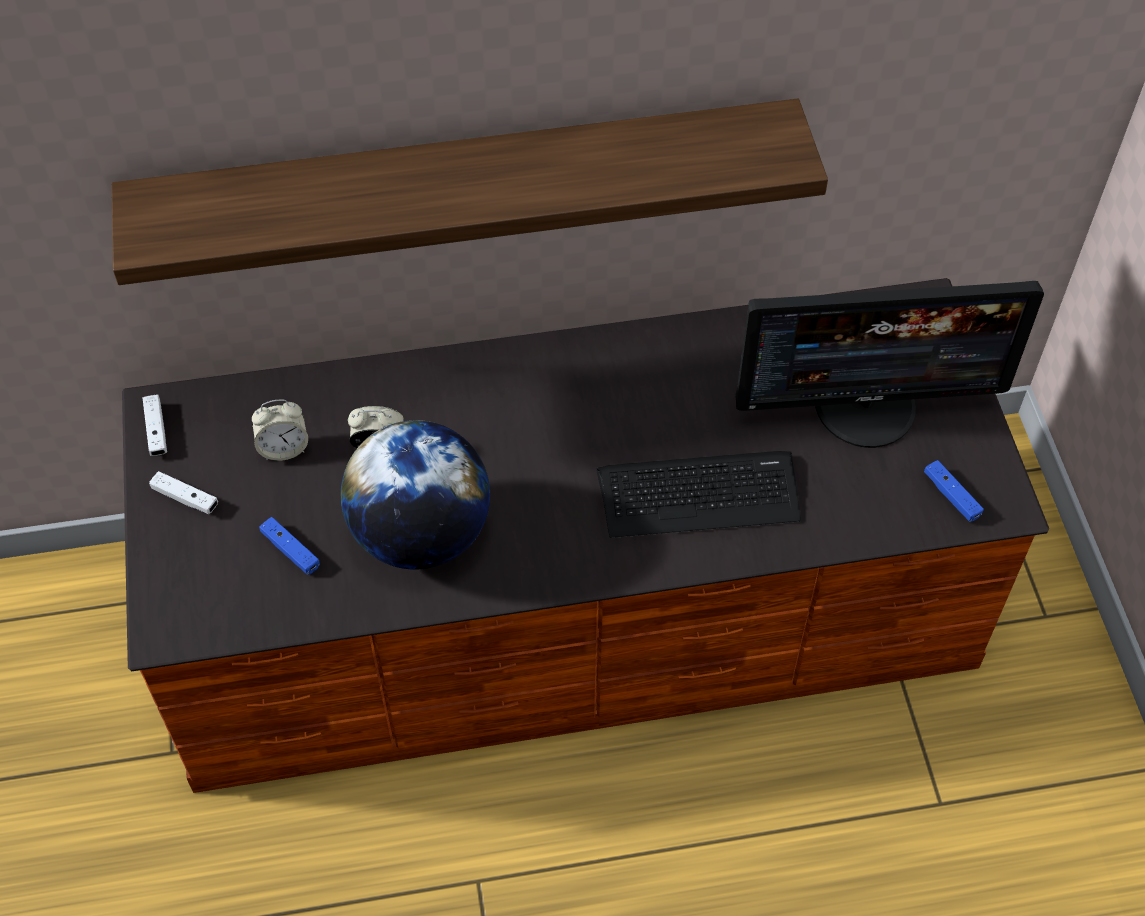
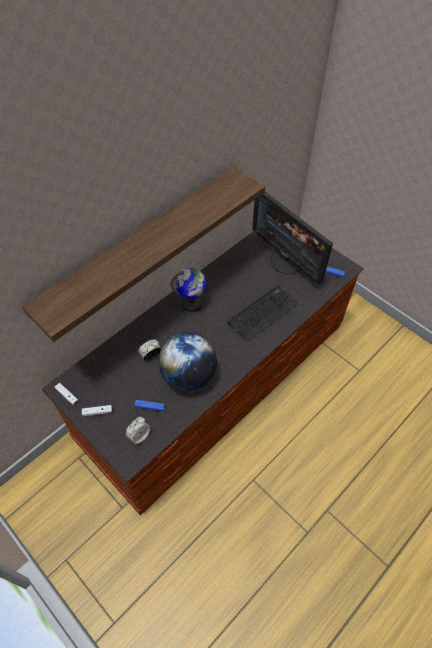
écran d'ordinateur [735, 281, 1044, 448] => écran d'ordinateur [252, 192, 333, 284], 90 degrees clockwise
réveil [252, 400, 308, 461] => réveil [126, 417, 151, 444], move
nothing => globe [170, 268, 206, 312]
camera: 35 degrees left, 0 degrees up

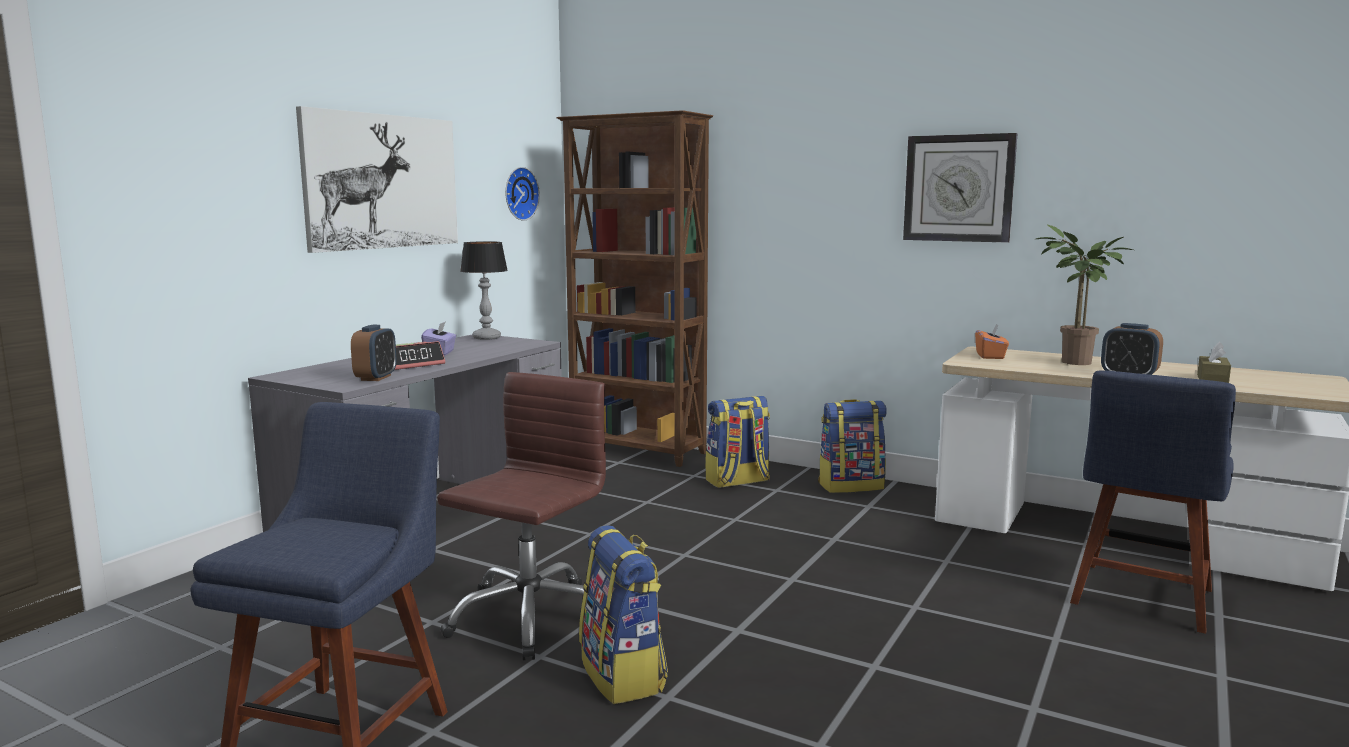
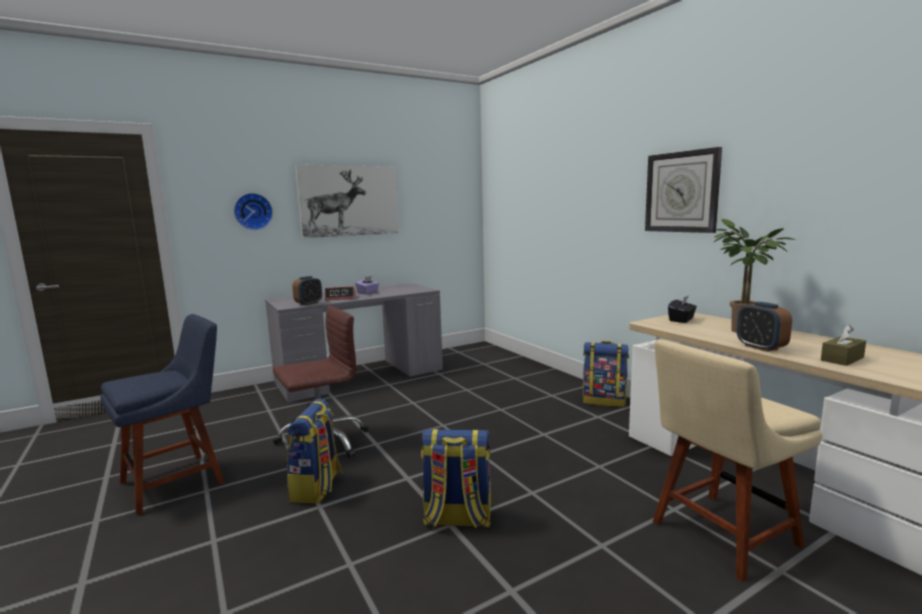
bibliothèque/marron [556, 110, 713, 467] => nothing
horloge murale [505, 167, 540, 221] => horloge murale [234, 193, 273, 230], move
lampe de table [460, 241, 508, 340] => nothing
boîte à mouchoirs/orange [975, 323, 1009, 359] => boîte à mouchoirs/noir [668, 296, 697, 323]
chaise/bleu [1070, 370, 1236, 634] => chaise/beige [653, 340, 822, 582]
sac à dos [706, 396, 770, 488] => sac à dos [421, 429, 491, 528], move
camera: 30 degrees right, 0 degrees up

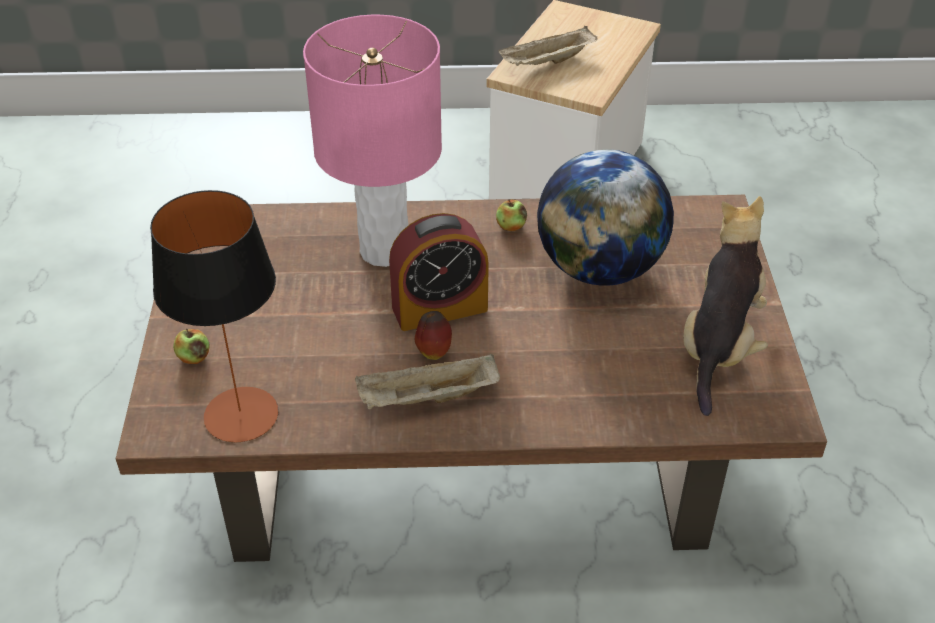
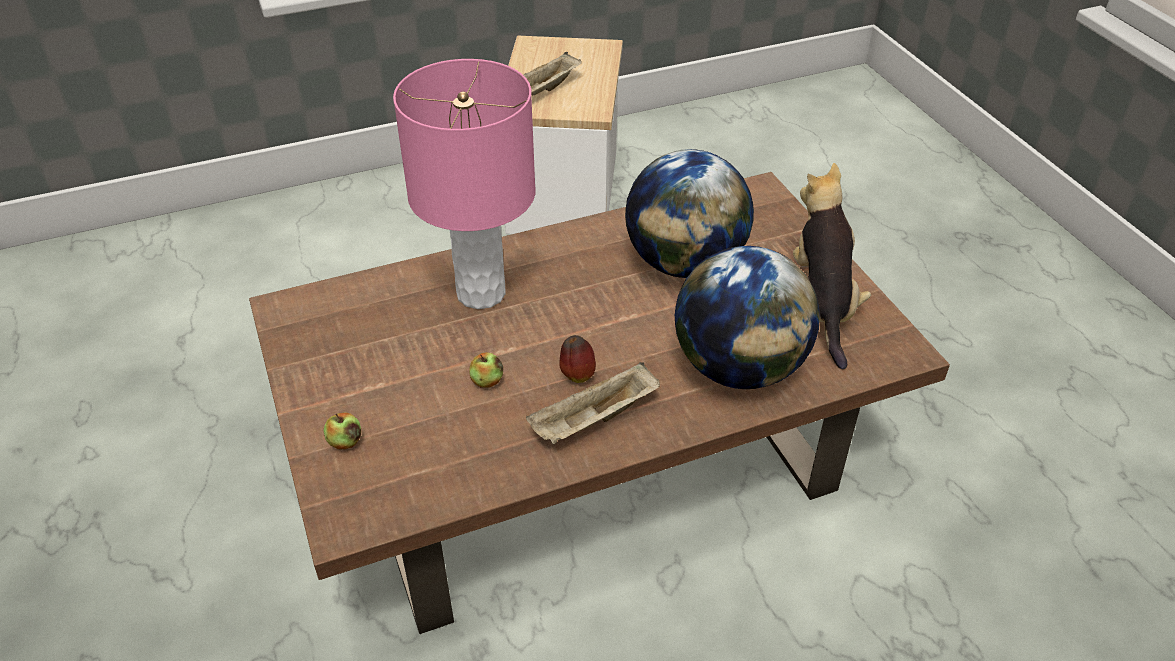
lampe de table [150, 190, 279, 442] => nothing
pomme [496, 199, 527, 232] => pomme [469, 352, 503, 388], move
réveil [389, 213, 489, 331] => nothing
nothing => globe [675, 246, 820, 389]
camera: 20 degrees left, 0 degrees up

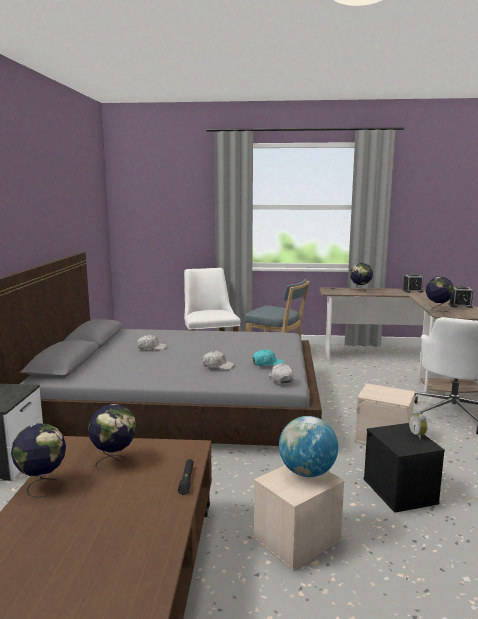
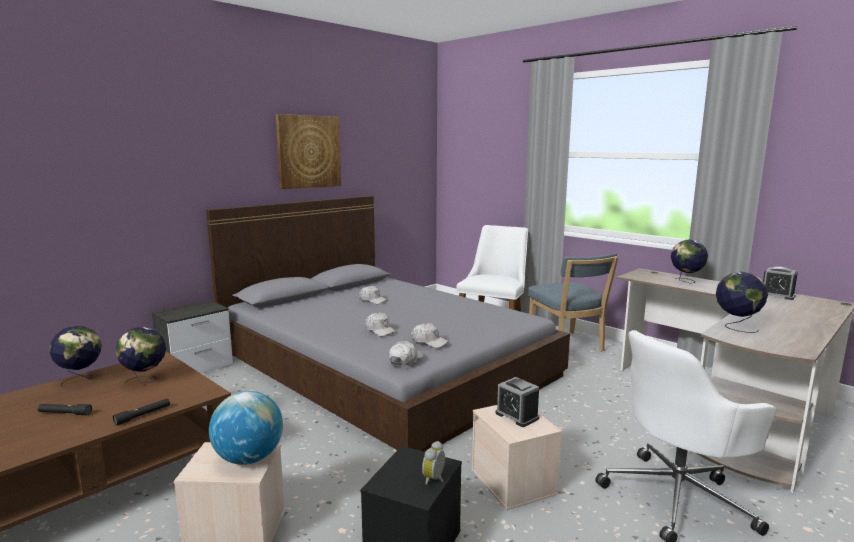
réveil [449, 286, 473, 308] => réveil [496, 377, 539, 427], move
casquette/turquoise [252, 349, 284, 366] => casquette/blanc [411, 323, 449, 348]
nothing => tableau [276, 114, 341, 189]
nothing => lampe de poche/noir [38, 404, 92, 415]
camera: 40 degrees right, 0 degrees up

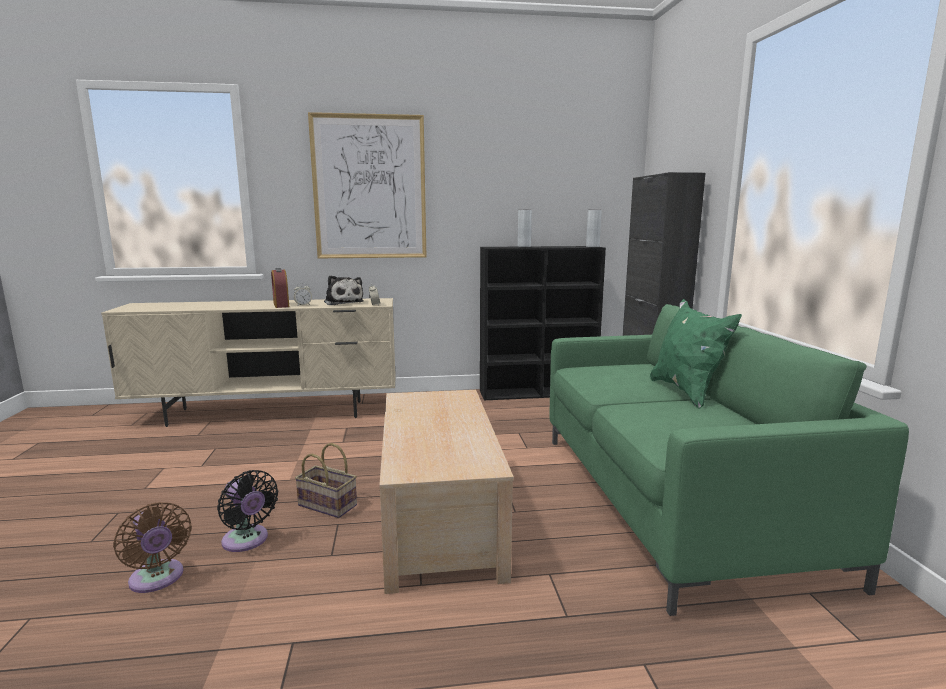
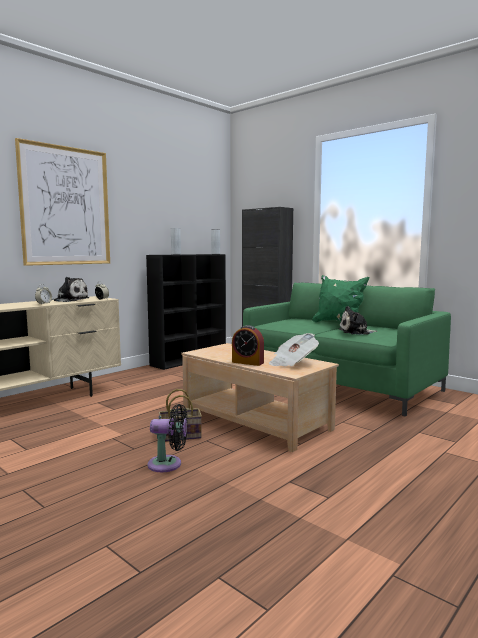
réveil [271, 268, 289, 308] => réveil [232, 325, 264, 366], move
ventilateur/marron [113, 502, 192, 593] => nothing
nothing => peluche [339, 306, 377, 334]
nothing => journal [269, 333, 319, 366]
camera: 40 degrees left, 5 degrees down

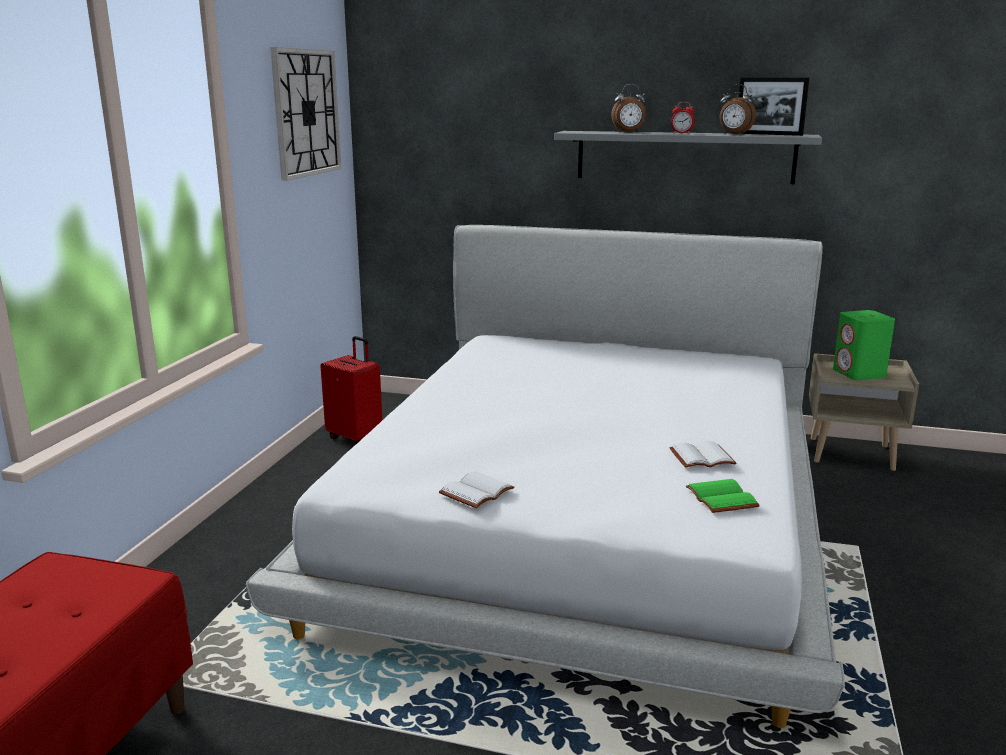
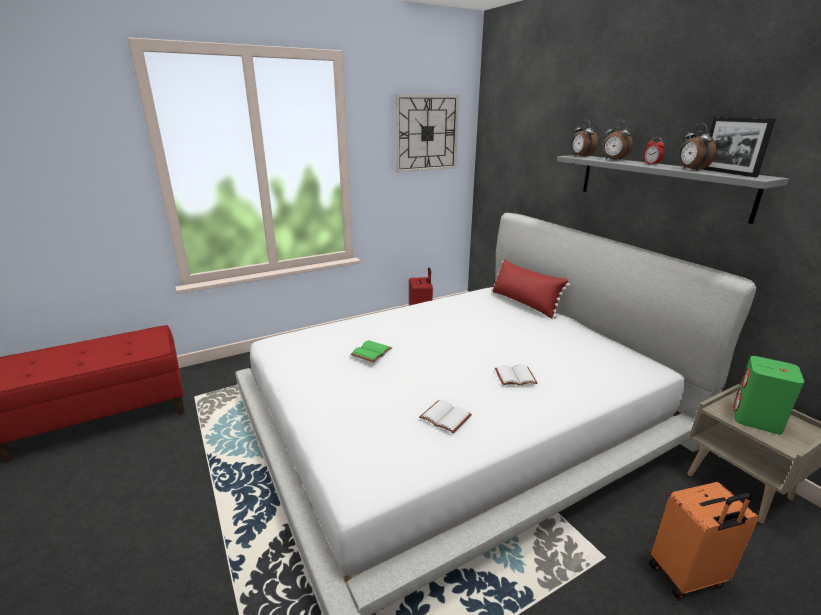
livre/blanc [439, 471, 514, 508] => livre/blanc [495, 365, 538, 385], move
livre/vert [686, 479, 760, 513] => livre/vert [351, 340, 392, 362], move
nothing => réveil [571, 120, 598, 158]
nothing => coussin/rouge [492, 259, 570, 319]
nothing => valise/orange [649, 482, 759, 599]
camera: 45 degrees right, 5 degrees up

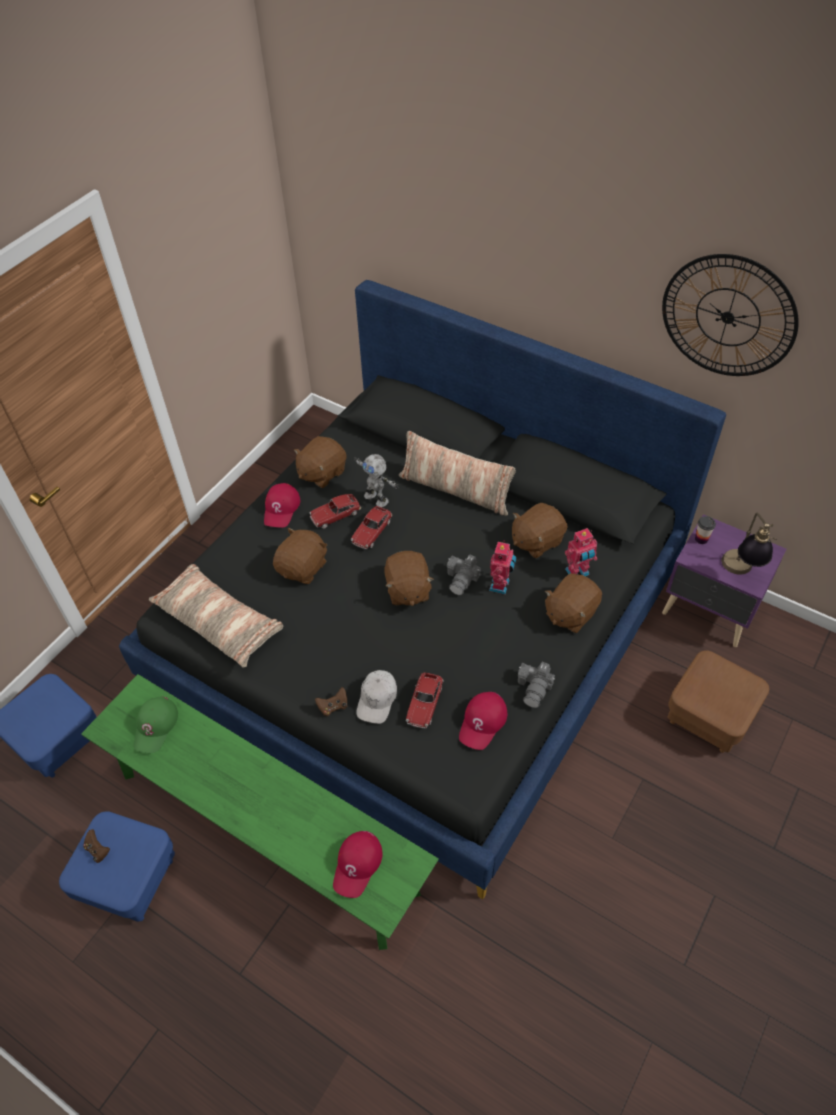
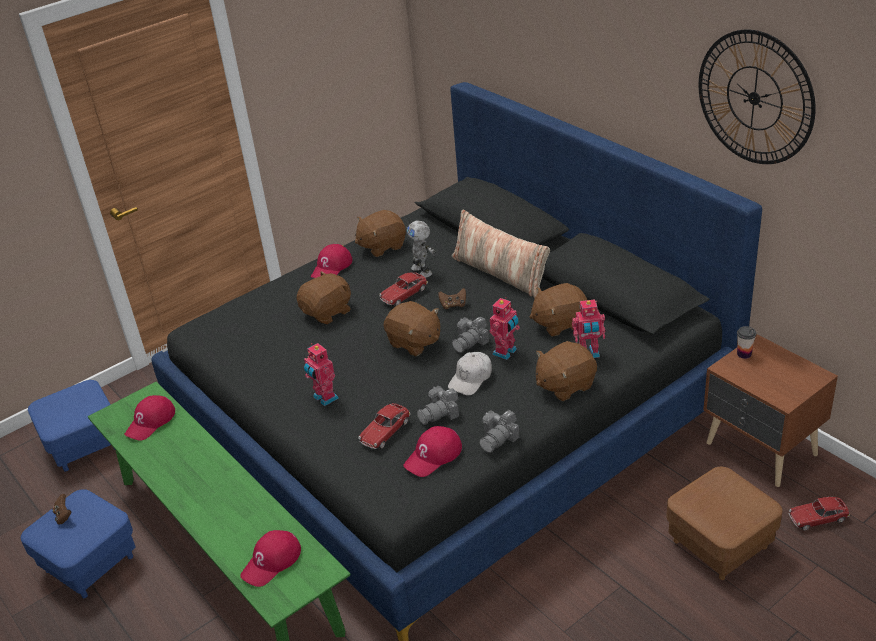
petite voiture [309, 494, 361, 529] => petite voiture [789, 497, 850, 530], move
lampe de table [721, 512, 776, 575] => nothing
table de chevet/violet [662, 514, 786, 647] => table de chevet/marron [703, 334, 838, 487]
peluche/marron [385, 551, 434, 606] => peluche/marron [384, 301, 440, 357], 60 degrees counterclockwise
coussin [149, 564, 283, 667] => nothing
casquette/blanc [356, 670, 397, 724] => casquette/blanc [448, 352, 492, 396], move
manette/marron [315, 687, 348, 716] => manette/marron [438, 288, 466, 309], move
casquette/vert [133, 696, 178, 753] => casquette/rouge [124, 395, 175, 441]
nothing => robot jouet [304, 343, 339, 406]
nothing => appareil photo [417, 386, 459, 425]
camera: 20 degrees right, 15 degrees down

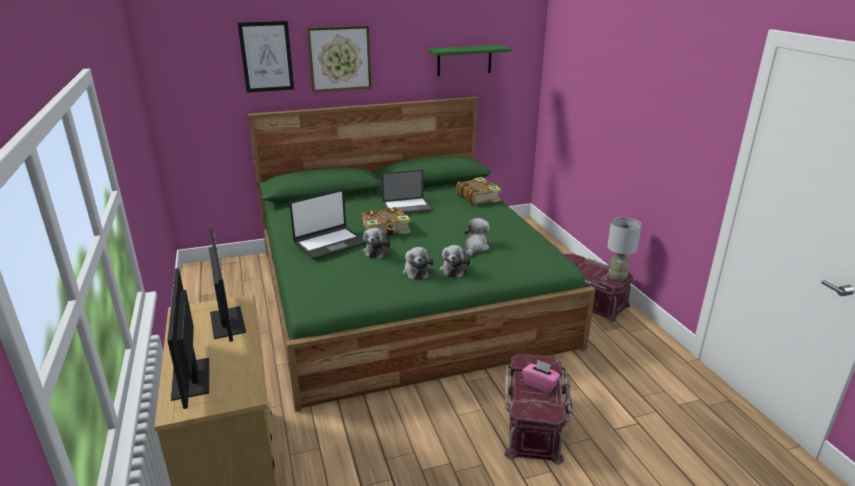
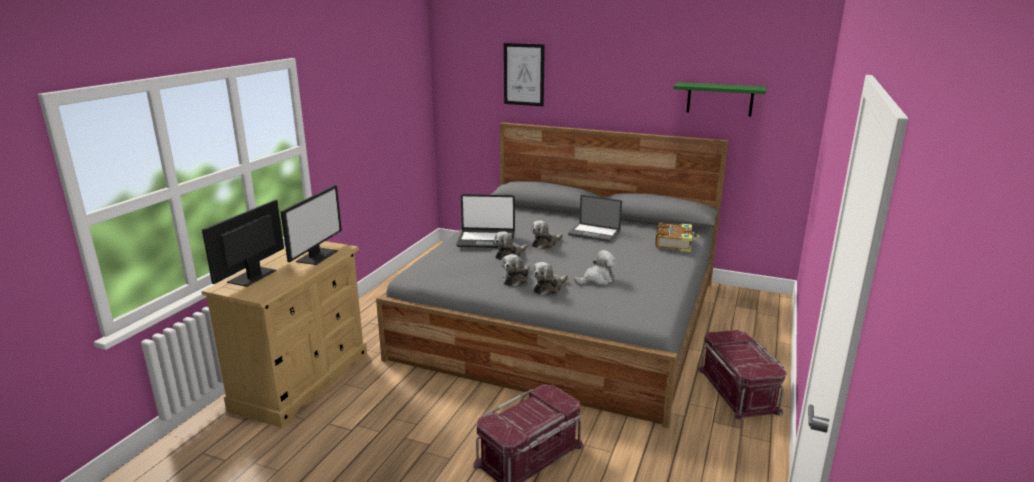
tableau [307, 26, 372, 92] => nothing
lit/vert [248, 97, 596, 412] => lit/gris [376, 122, 728, 428]
livre [362, 207, 411, 235] => peluche [531, 220, 563, 250]
lampe de table/gris [607, 217, 642, 282] => nothing
boîte à mouchoirs/rose [522, 360, 561, 394] => nothing
camera: 40 degrees right, 5 degrees down

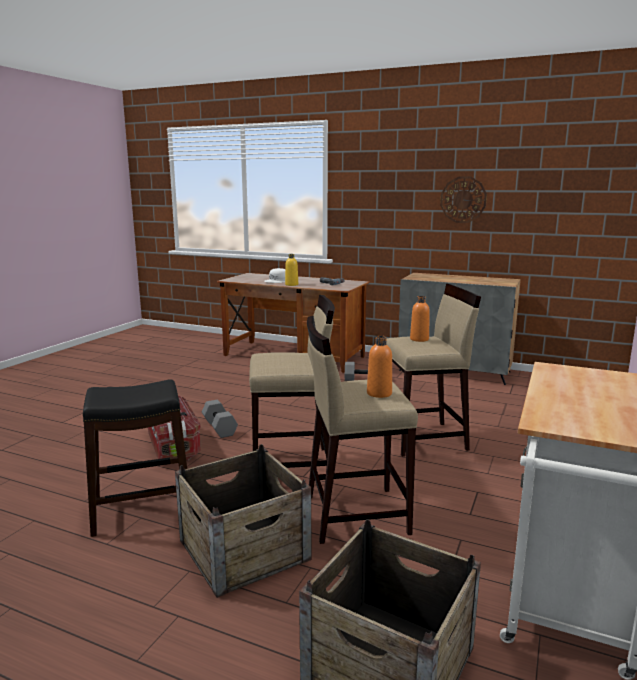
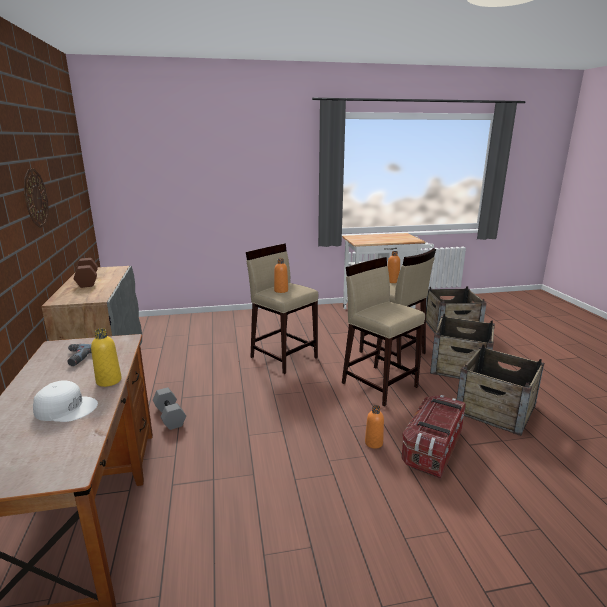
tabouret/noir [83, 379, 187, 537] => caisse [457, 344, 544, 436]
haltère/gris [202, 400, 238, 438] => bouteille/orange [365, 405, 384, 449]
nothing => haltère/marron [74, 258, 98, 288]
camera: 125 degrees left, 5 degrees up

